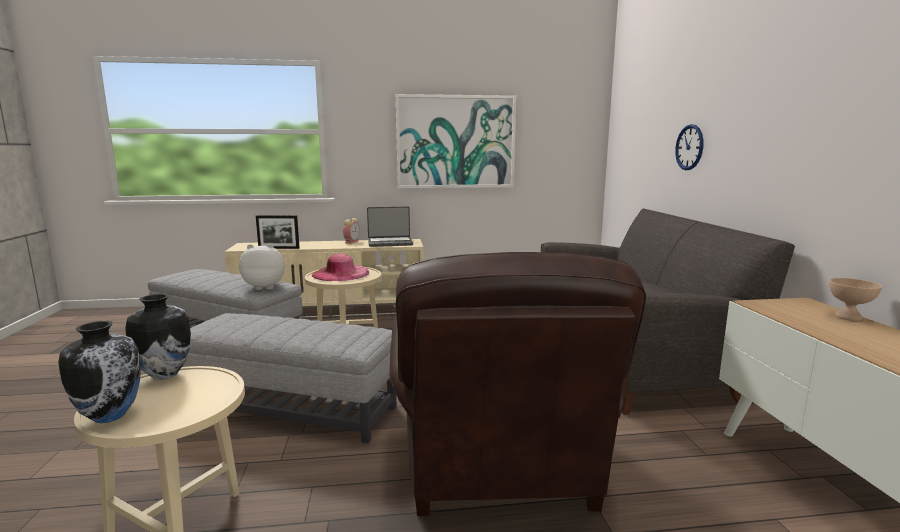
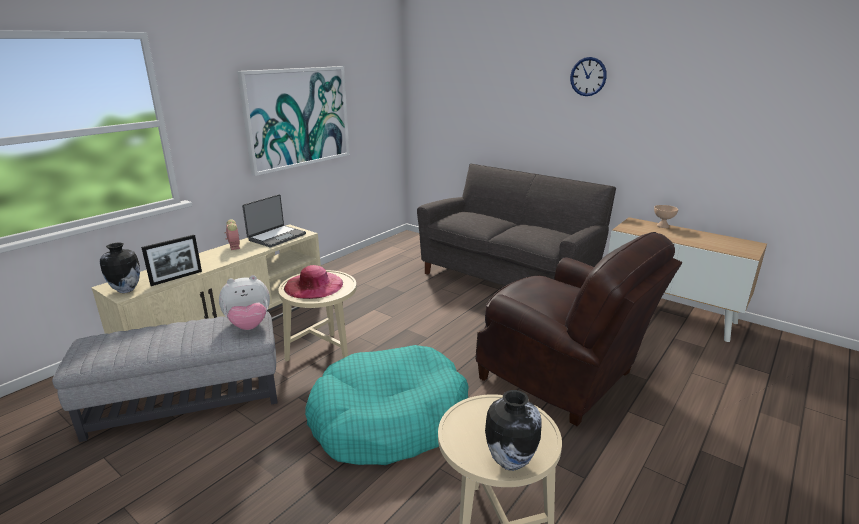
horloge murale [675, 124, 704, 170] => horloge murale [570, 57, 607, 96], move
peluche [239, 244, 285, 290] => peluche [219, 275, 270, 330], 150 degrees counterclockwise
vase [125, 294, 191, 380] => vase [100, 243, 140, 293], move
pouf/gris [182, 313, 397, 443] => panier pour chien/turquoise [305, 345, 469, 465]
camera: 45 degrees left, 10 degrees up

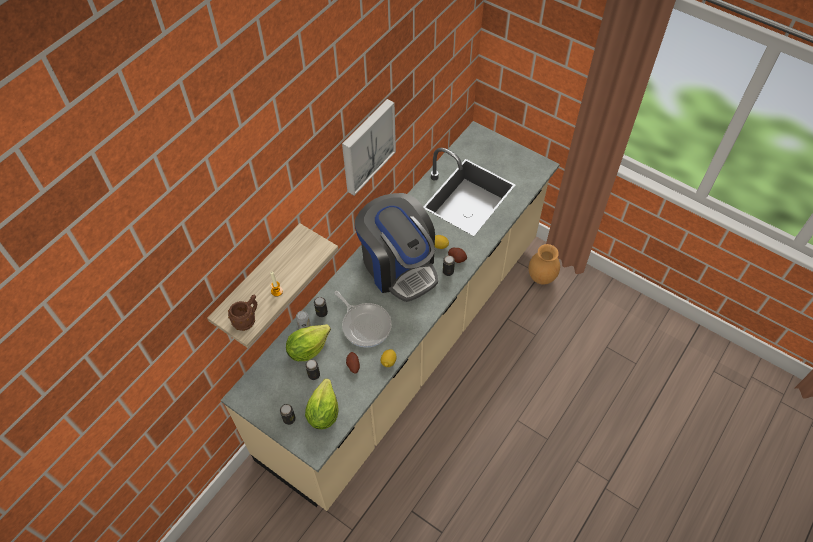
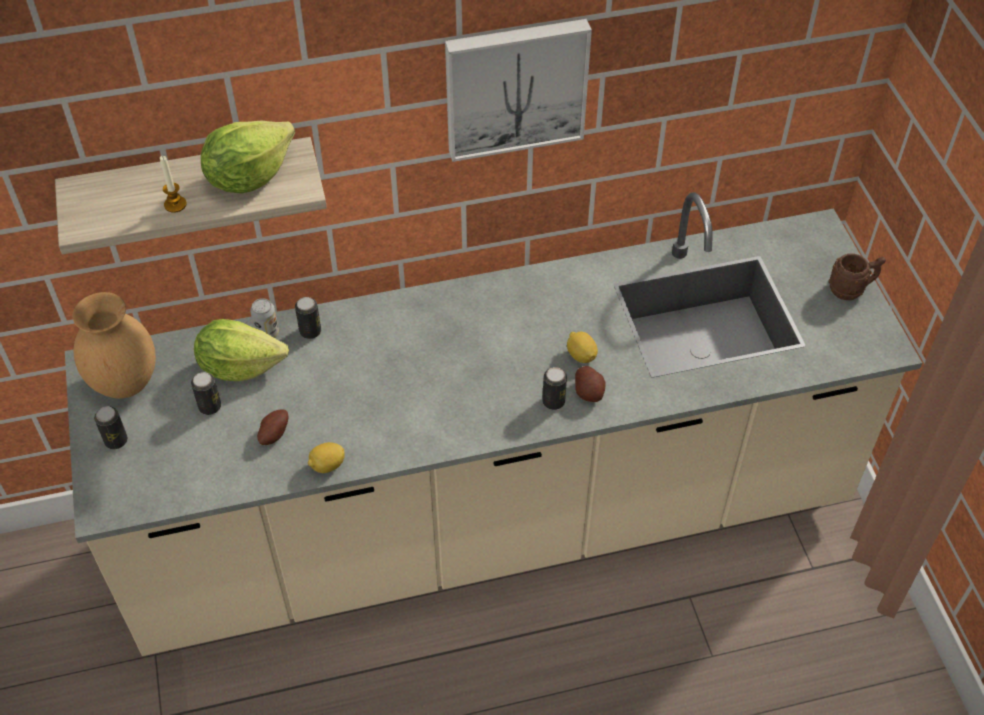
machine à café [355, 193, 438, 302] => nothing
vase/marron [528, 244, 560, 285] => vase/marron [72, 292, 156, 399], move
poêle [334, 291, 392, 347] => nothing
mug/marron [228, 295, 257, 331] => mug/marron [829, 253, 886, 300], move
laitue [305, 379, 339, 429] => laitue [201, 120, 295, 194], move
camera: 40 degrees right, 5 degrees down

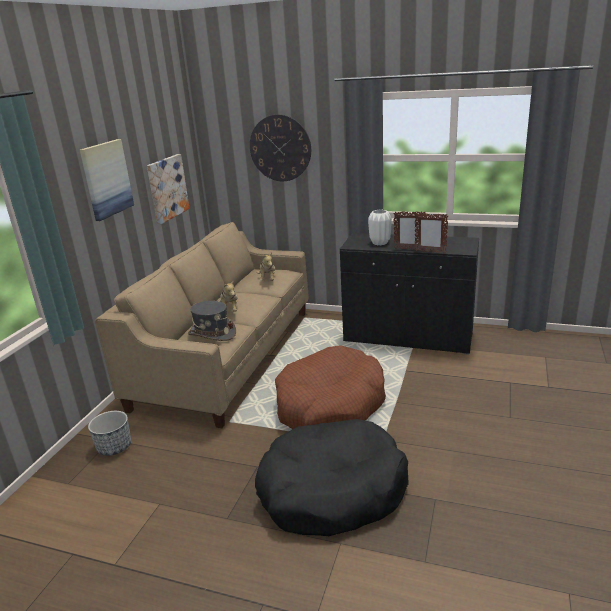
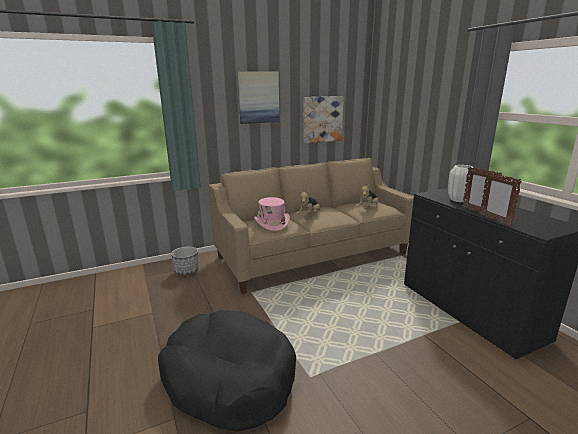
horloge murale [250, 114, 311, 181] => nothing
chapeau/gris [188, 301, 236, 341] => chapeau/rose [254, 197, 290, 231]
panier pour chien/marron [275, 345, 386, 429] => nothing
camera: 45 degrees right, 5 degrees down

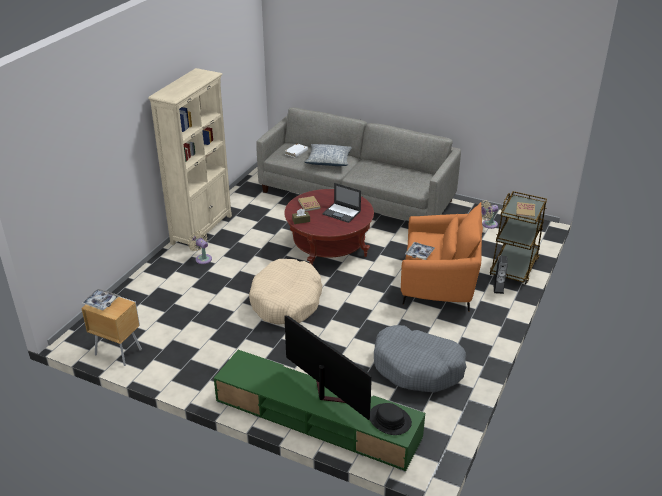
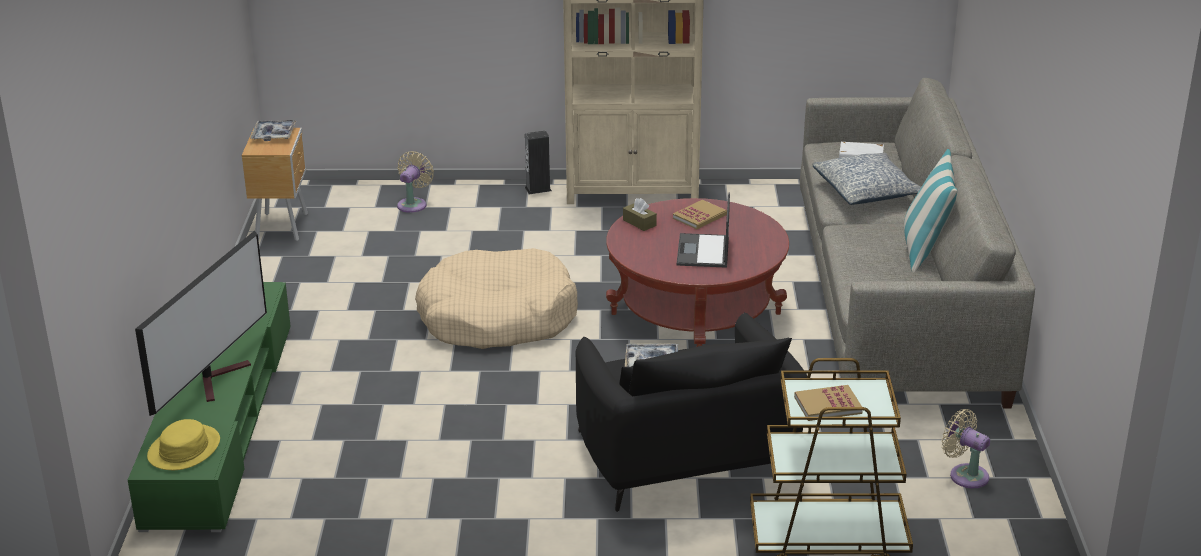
fauteuil/orange [401, 202, 483, 312] => fauteuil/noir [576, 312, 807, 512]
ventilateur/beige [188, 230, 212, 264] => ventilateur/beige [397, 151, 434, 213], move
enceinte [493, 256, 508, 294] => enceinte [525, 131, 552, 194], move
panier pour chien/gris [374, 325, 467, 393] => nothing
chapeau/noir [370, 403, 412, 435] => chapeau/jaune [147, 419, 220, 470]
nothing => coussin [904, 149, 957, 272]
camera: 65 degrees right, 5 degrees down

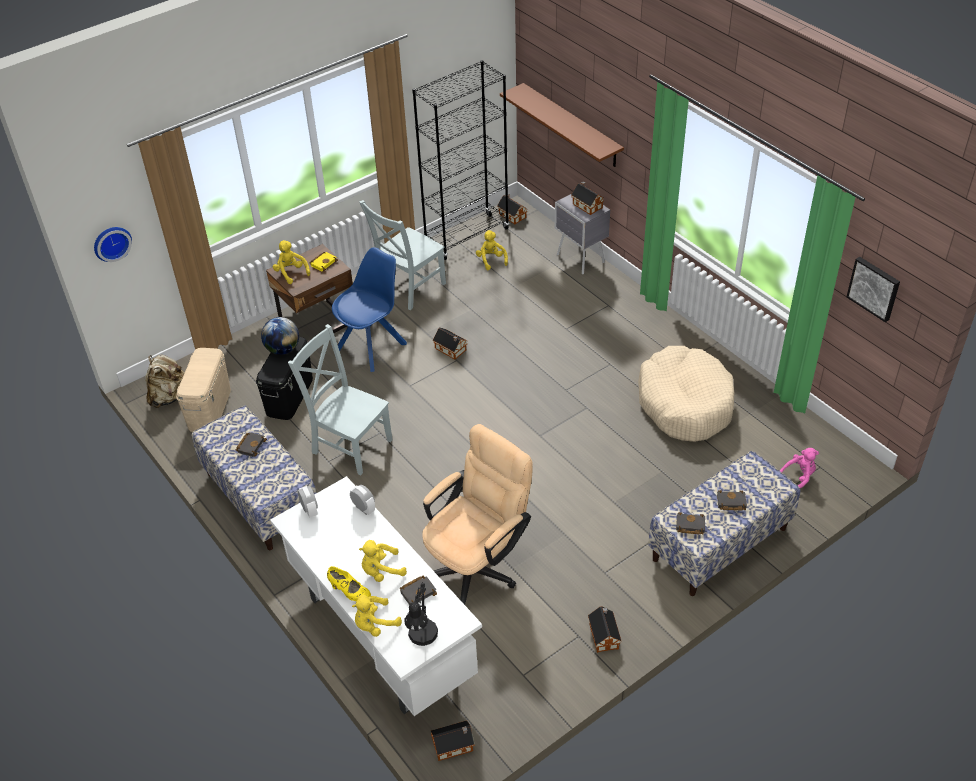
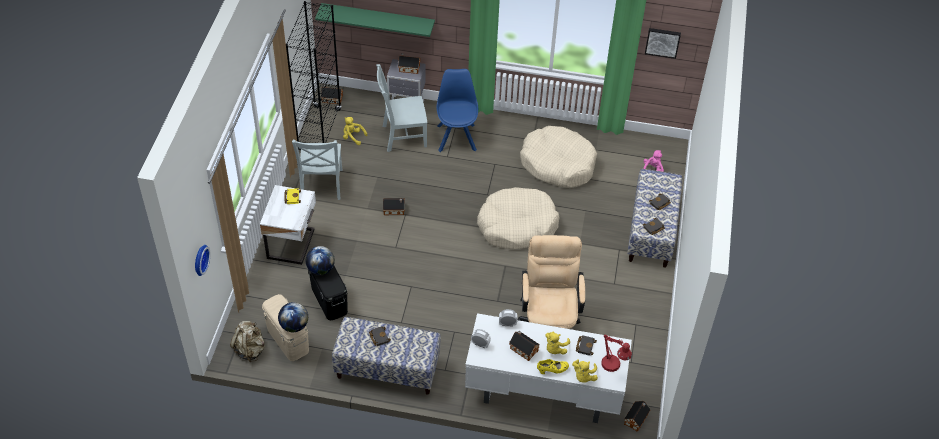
étagère/marron [500, 83, 624, 167] => étagère/vert [315, 3, 435, 37]
peluche/jaune [273, 240, 310, 284] => nothing
table de chevet/marron [266, 244, 353, 342] => table de chevet/blanc [260, 185, 316, 265]
chaise/bleu [332, 247, 407, 372] => chaise/bleu [437, 69, 478, 152], move
chaise/gris [288, 324, 393, 475] => chaise/gris [376, 64, 427, 152], move
lampe de table/noir [404, 582, 438, 646] => lampe de table/rouge [601, 335, 632, 372]
maison miniature [588, 606, 621, 653] => maison miniature [509, 331, 540, 361], move
nothing => panier pour chien/beige [477, 187, 560, 250]
nothing => globe [278, 302, 308, 332]
camera: 45 degrees left, 5 degrees up

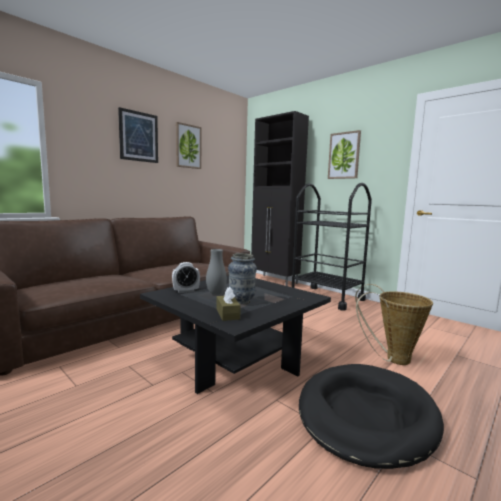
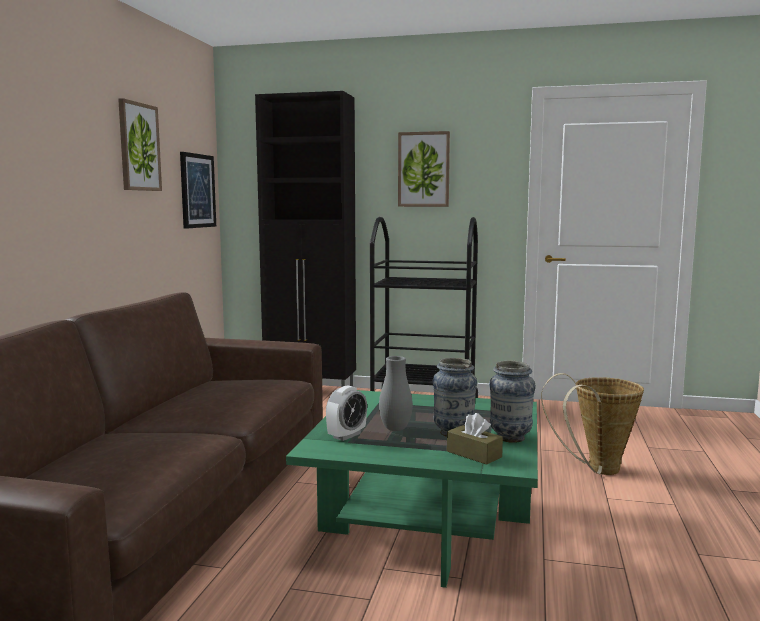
tableau [118, 107, 158, 163] => tableau [180, 152, 216, 229], move
table basse/noir [140, 275, 331, 394] => table basse/vert [286, 390, 538, 588]
panier pour chien/noir [299, 364, 444, 469] => nothing
nothing => vase [489, 360, 536, 443]
camera: 30 degrees left, 0 degrees up

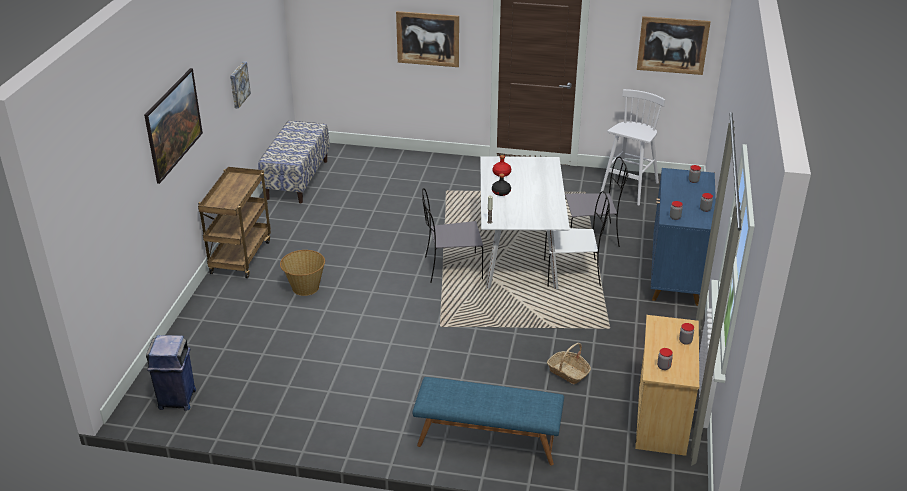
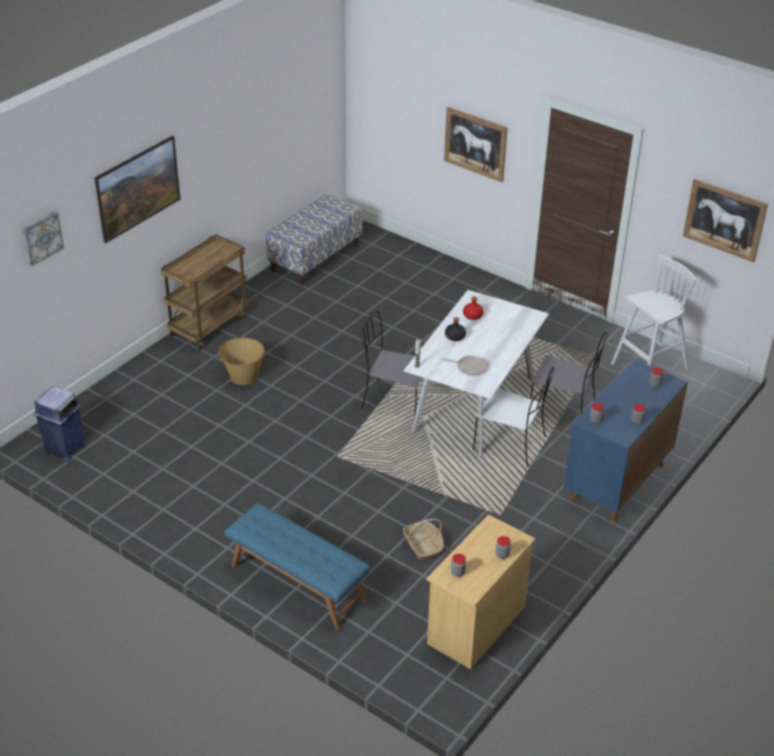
tableau [230, 62, 251, 109] => tableau [22, 211, 64, 266], move
nothing => poêle [442, 356, 487, 375]
camera: 25 degrees right, 5 degrees up

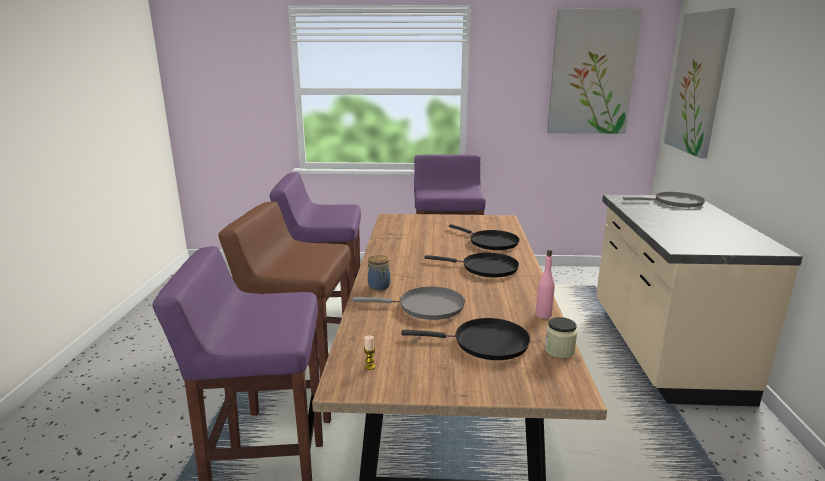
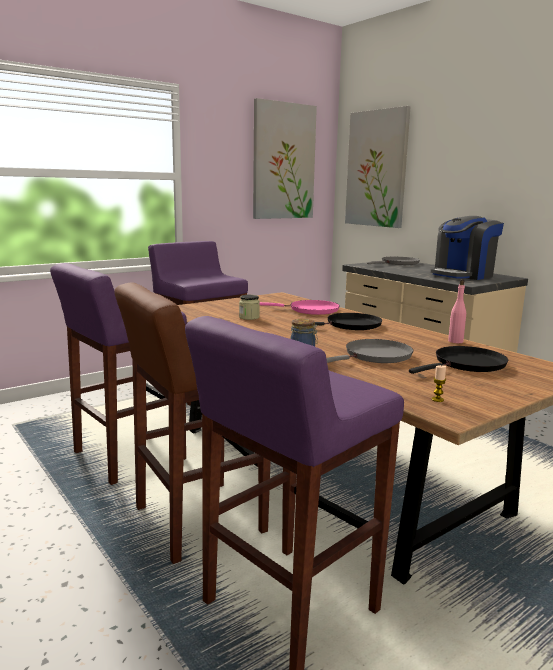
poêle/noir [449, 224, 520, 250] => poêle/rose [260, 300, 340, 315]
bocal [545, 317, 577, 358] => bocal [239, 295, 260, 320], move
nothing => machine à café [431, 216, 504, 280]
camera: 40 degrees left, 5 degrees down

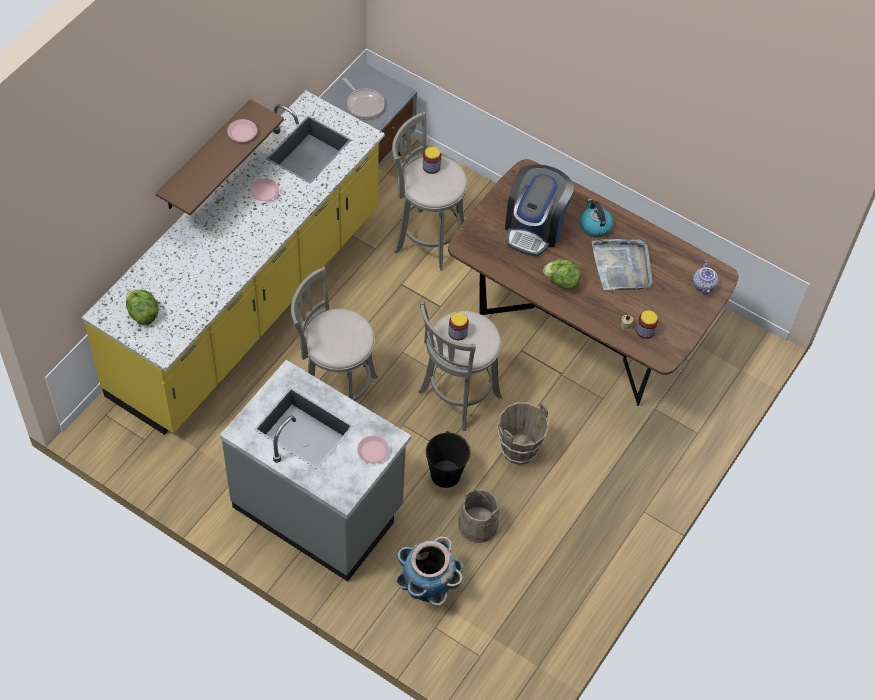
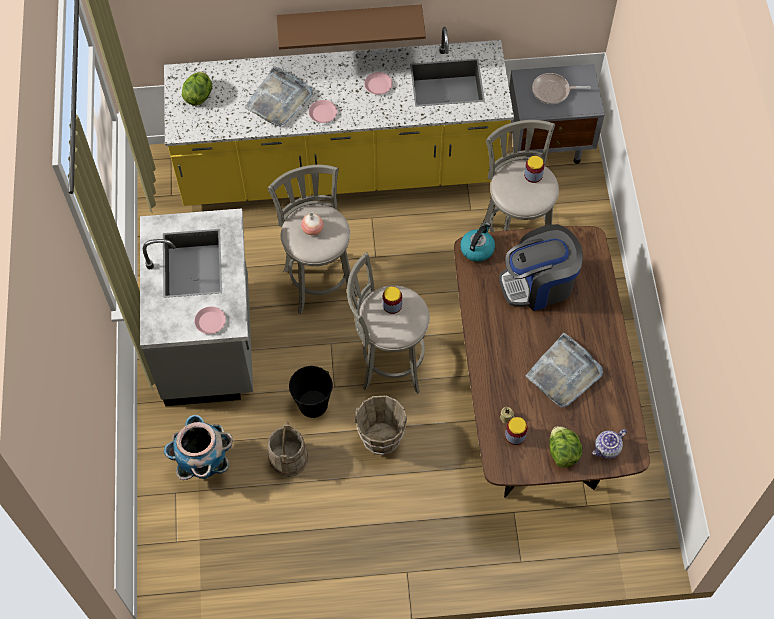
poêle [343, 77, 385, 118] => poêle [532, 73, 591, 104], 75 degrees clockwise
assiette/rose [227, 119, 257, 142] => assiette/rose [309, 100, 337, 123], move
bouilloire [580, 199, 613, 237] => bouilloire [460, 222, 495, 262], move
laitue [543, 259, 581, 290] => laitue [549, 426, 582, 468], move
nothing => plateau/gris [245, 66, 313, 127]
nothing => vase [301, 212, 323, 235]
camera: 55 degrees right, 5 degrees up

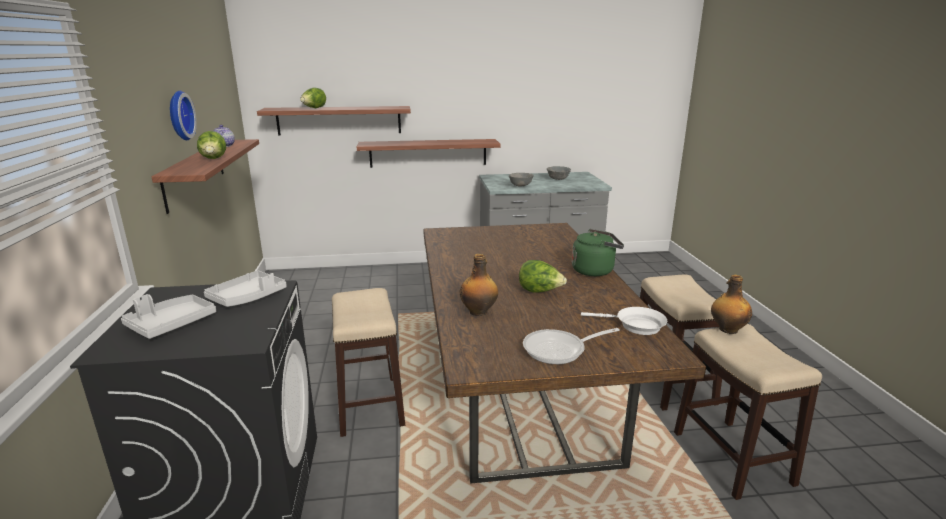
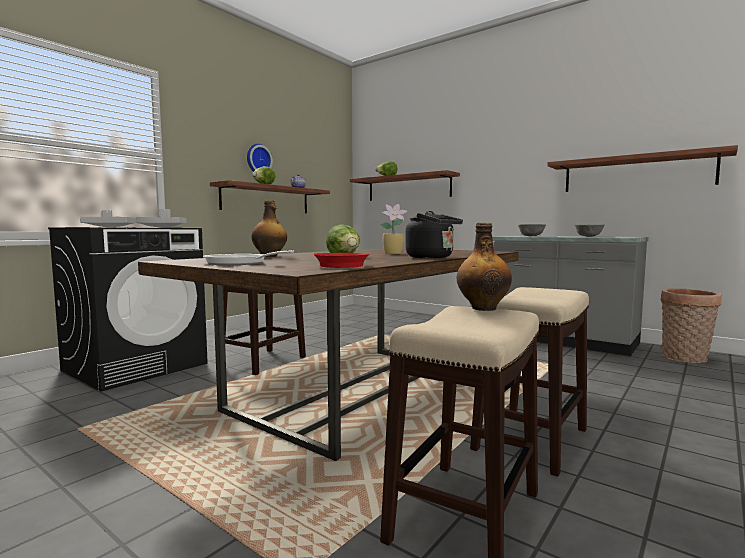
étagère [357, 139, 501, 168] => étagère [547, 145, 738, 192], move
bouilloire/vert [572, 229, 624, 276] => bouilloire/noir [405, 211, 463, 258]
poêle/blanc [581, 307, 667, 335] => poêle/rouge [313, 253, 369, 268]
nothing => plante en pot [380, 204, 408, 254]
nothing => panier [661, 288, 722, 363]
camera: 45 degrees right, 15 degrees down

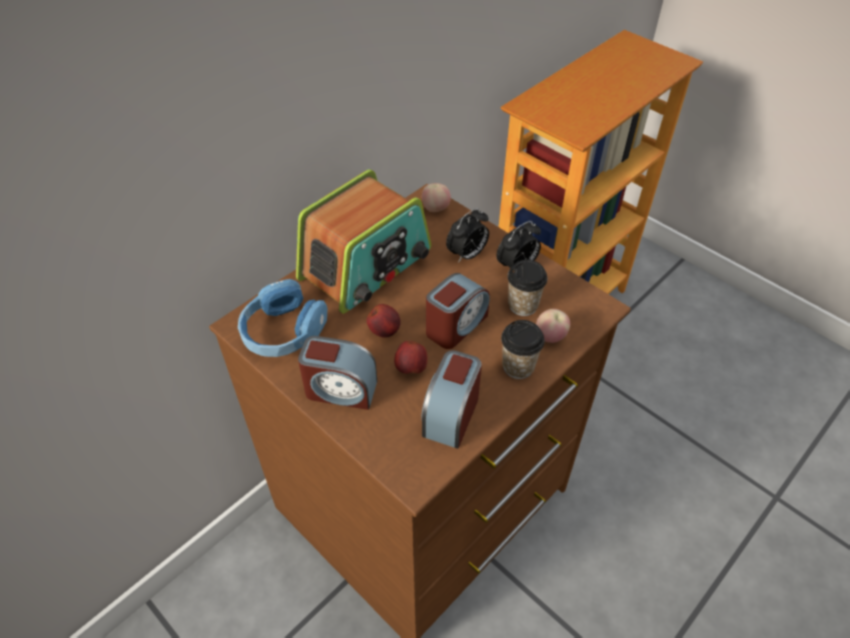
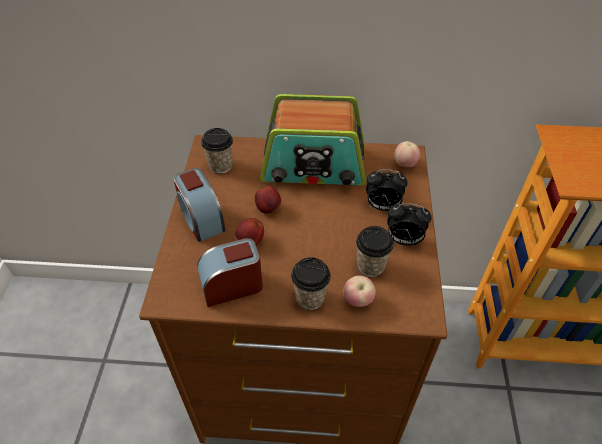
réveil [426, 273, 490, 349] => nothing
casque audio/bleu [238, 279, 328, 357] => tasse [201, 128, 233, 174]
camera: 50 degrees right, 0 degrees up

